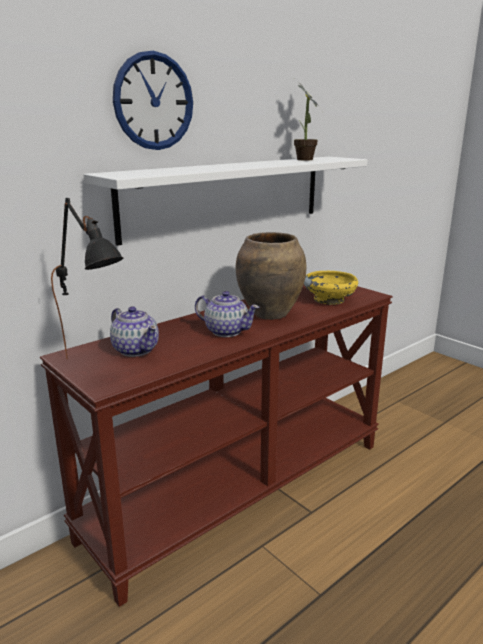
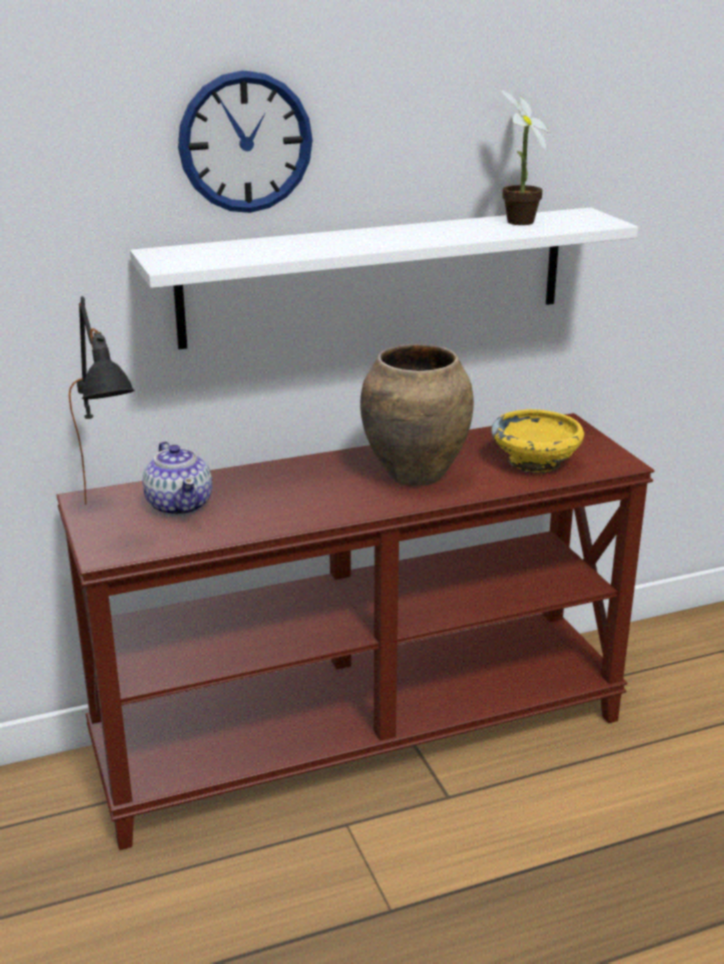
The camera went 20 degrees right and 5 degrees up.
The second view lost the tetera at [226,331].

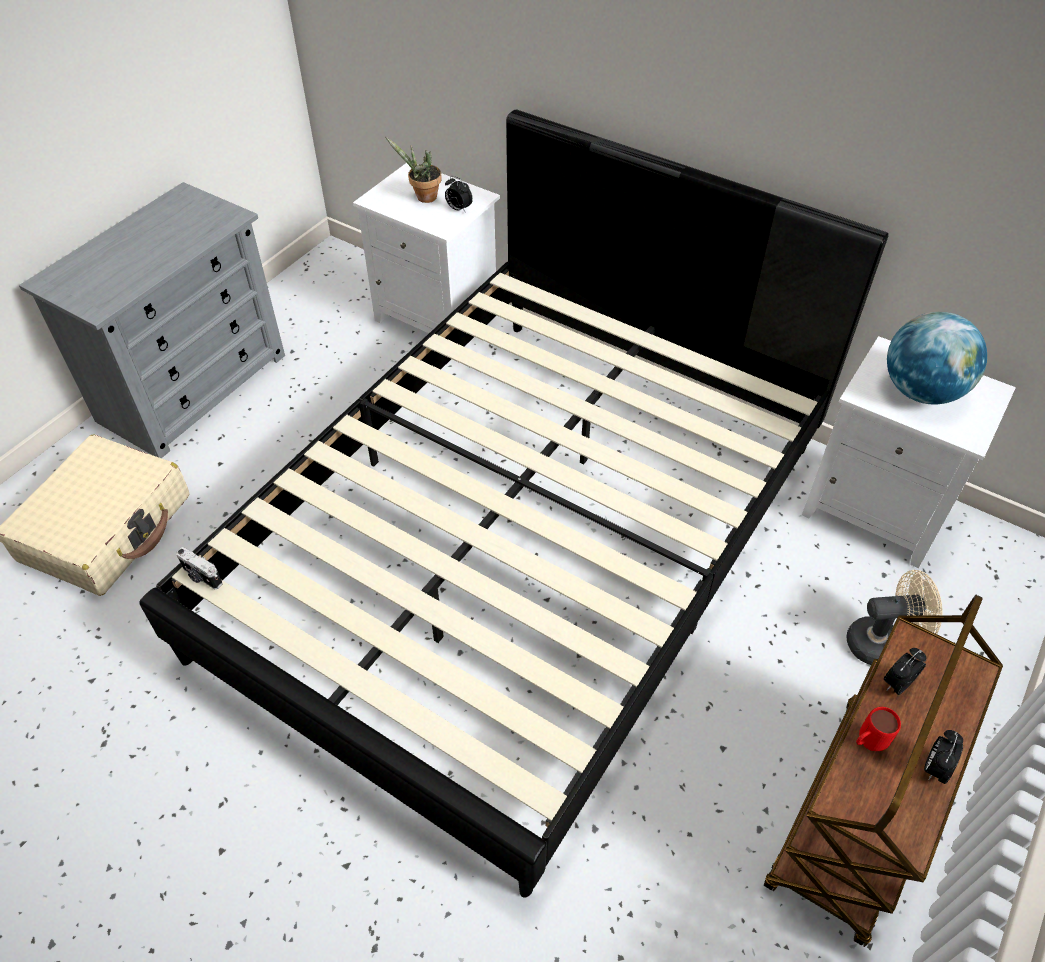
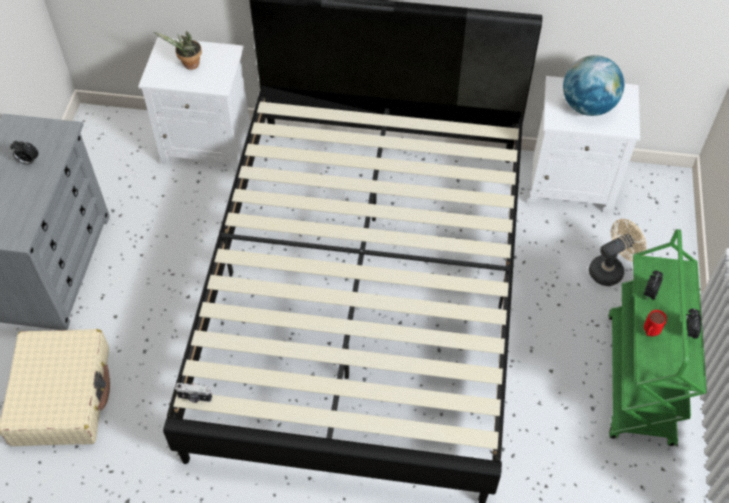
The camera went 25 degrees left and 5 degrees up.
The despertador ended up elsewhere, having gone from [458,209] to [28,161].
What was the carrito (marrón) at [854,818] turned into the carrito (verde) at [639,379].

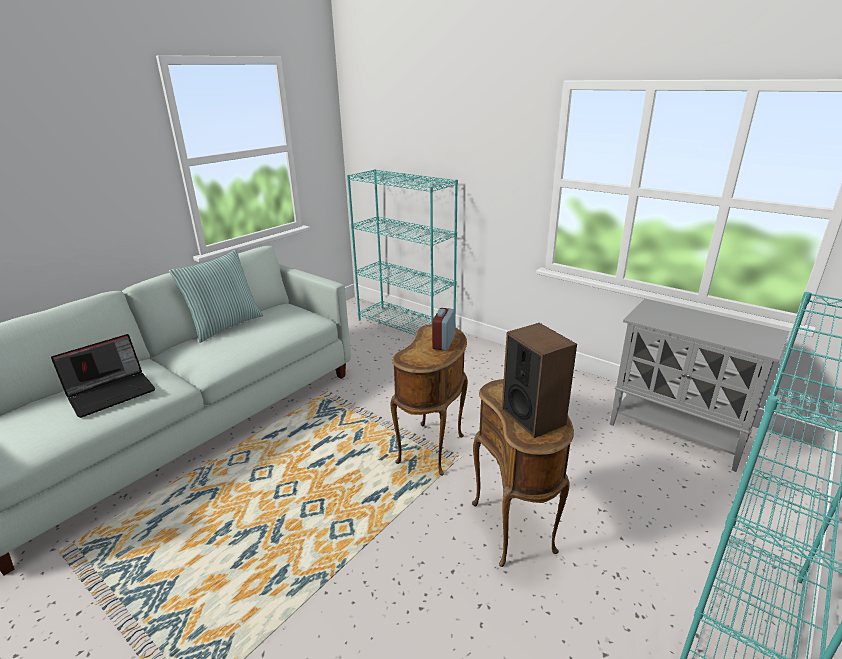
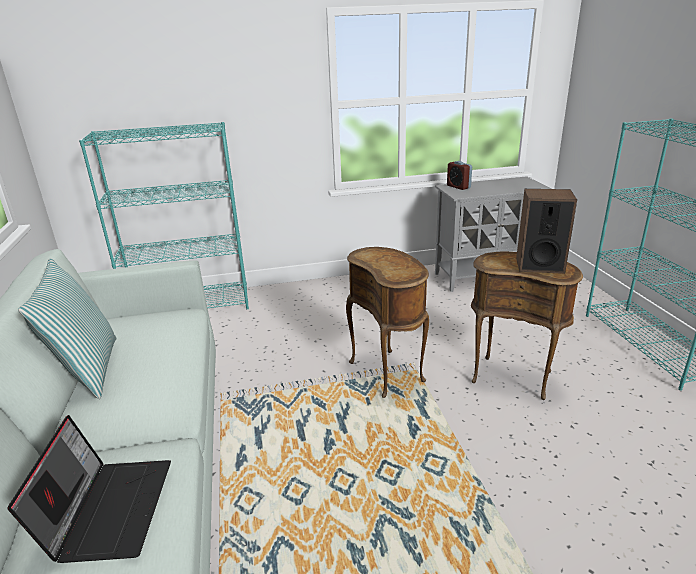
The camera went 50 degrees left and 0 degrees up.
The despertador ended up elsewhere, having gone from [443,343] to [458,187].

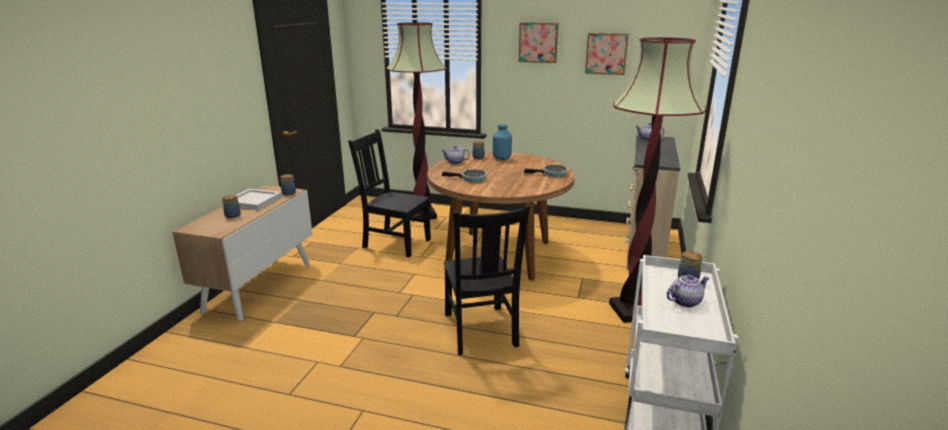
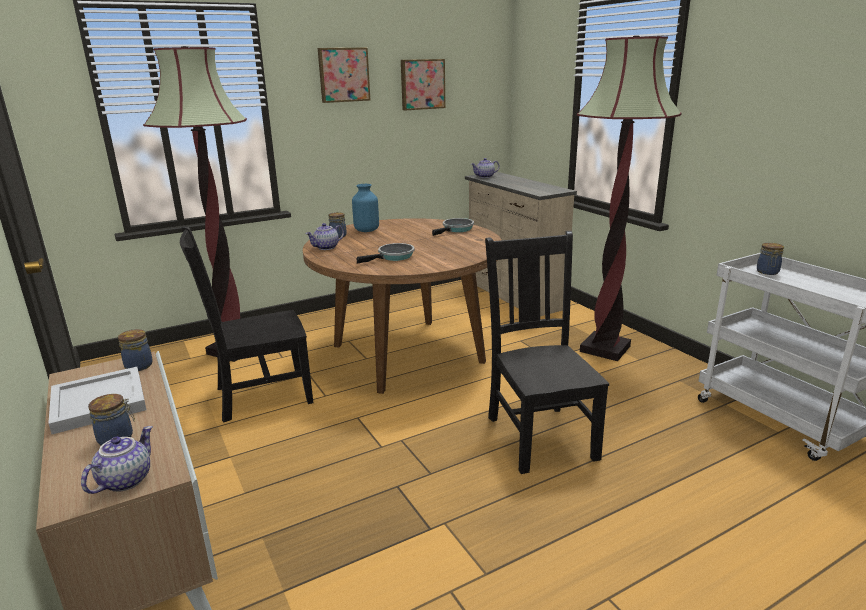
The camera went 45 degrees left and 0 degrees up.
The silla (negro) at [480,331] ended up facing another way, 135 degrees counterclockwise from before.
The tetera ended up elsewhere, having gone from [685,301] to [125,480].

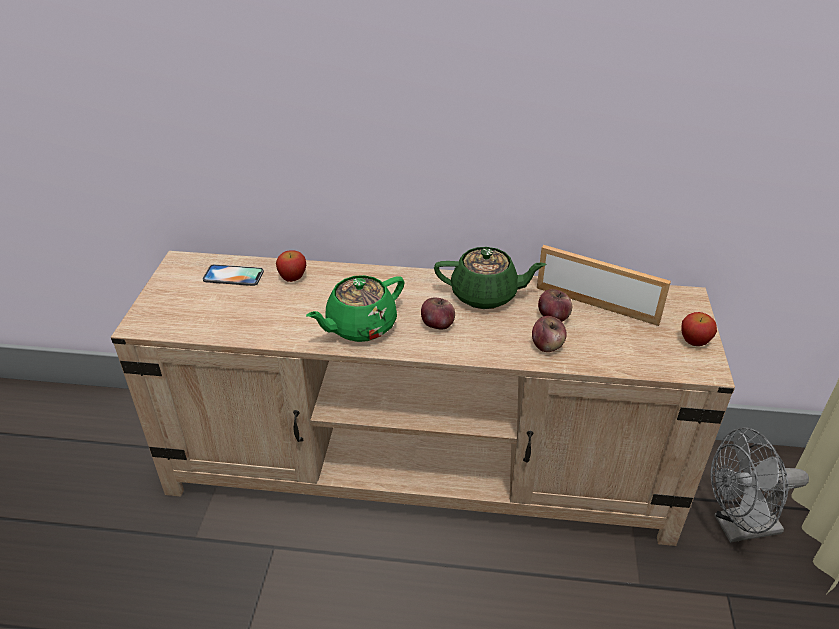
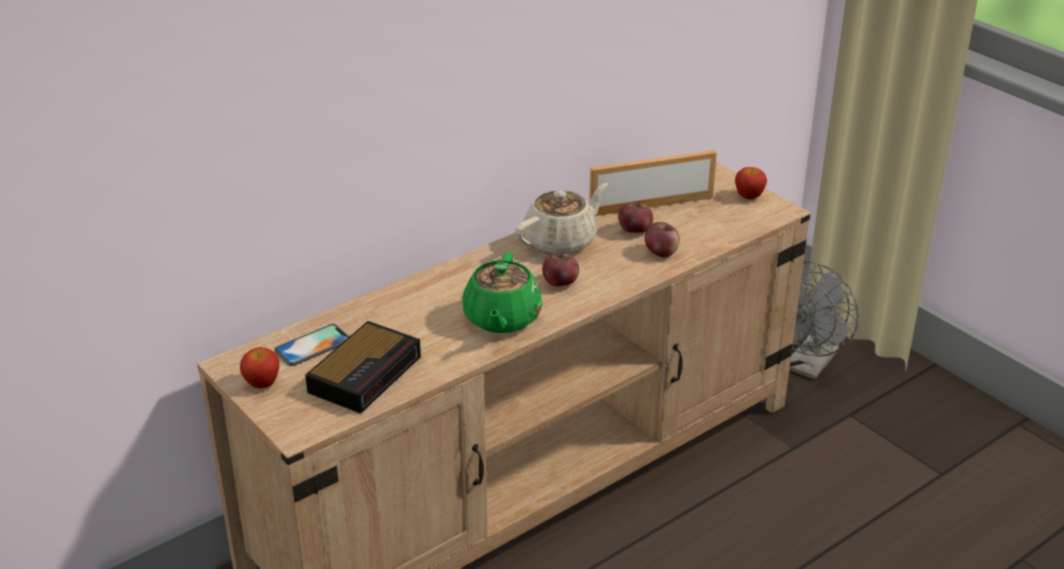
The camera went 45 degrees left and 5 degrees down.
The manzana ended up elsewhere, having gone from [293,277] to [262,382].
What was the tetera (verde) at [486,295] turned into the tetera (beis) at [561,242].
The second view gained the despertador at [366,373].

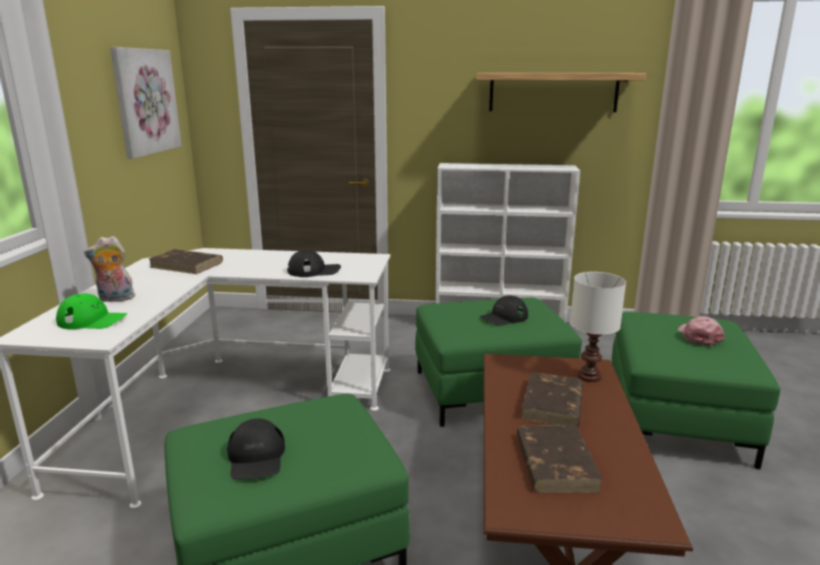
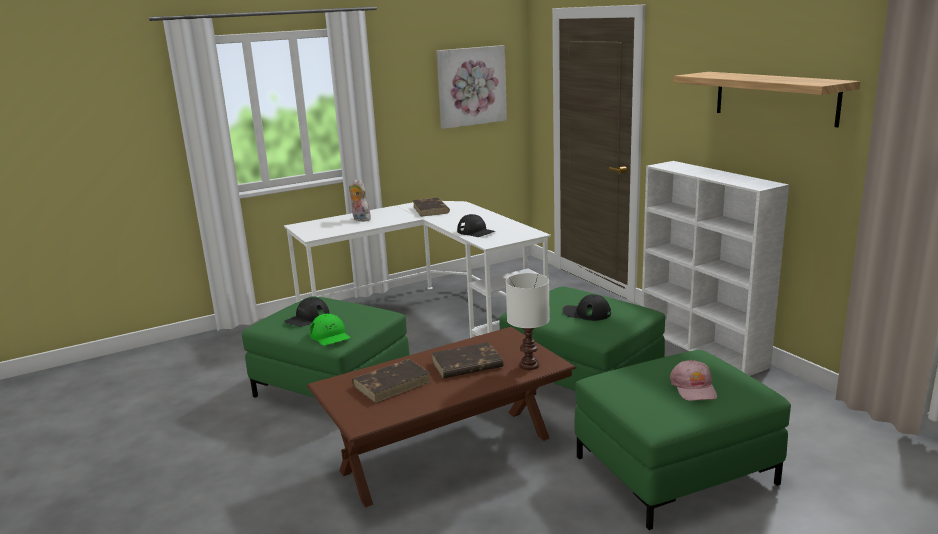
The camera went 55 degrees right and 0 degrees up.
The gorra (verde) ended up elsewhere, having gone from [92,320] to [330,336].
The gorra (rosa) at [699,336] ended up facing another way, 120 degrees clockwise from before.

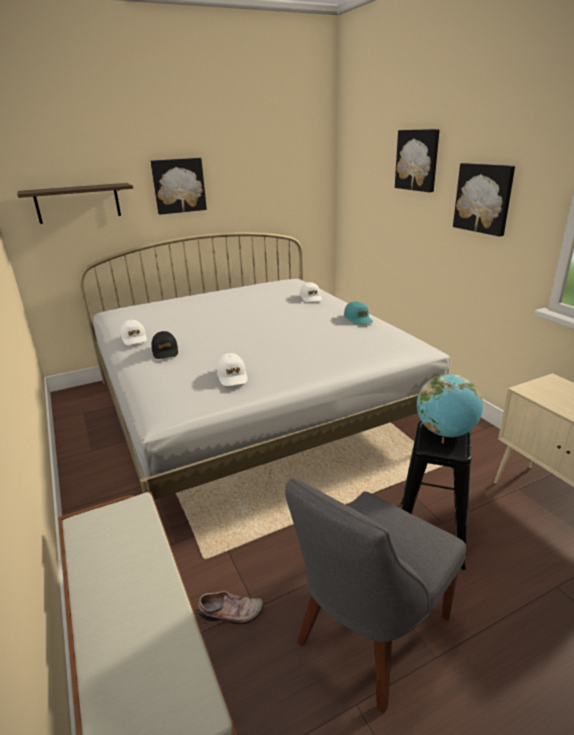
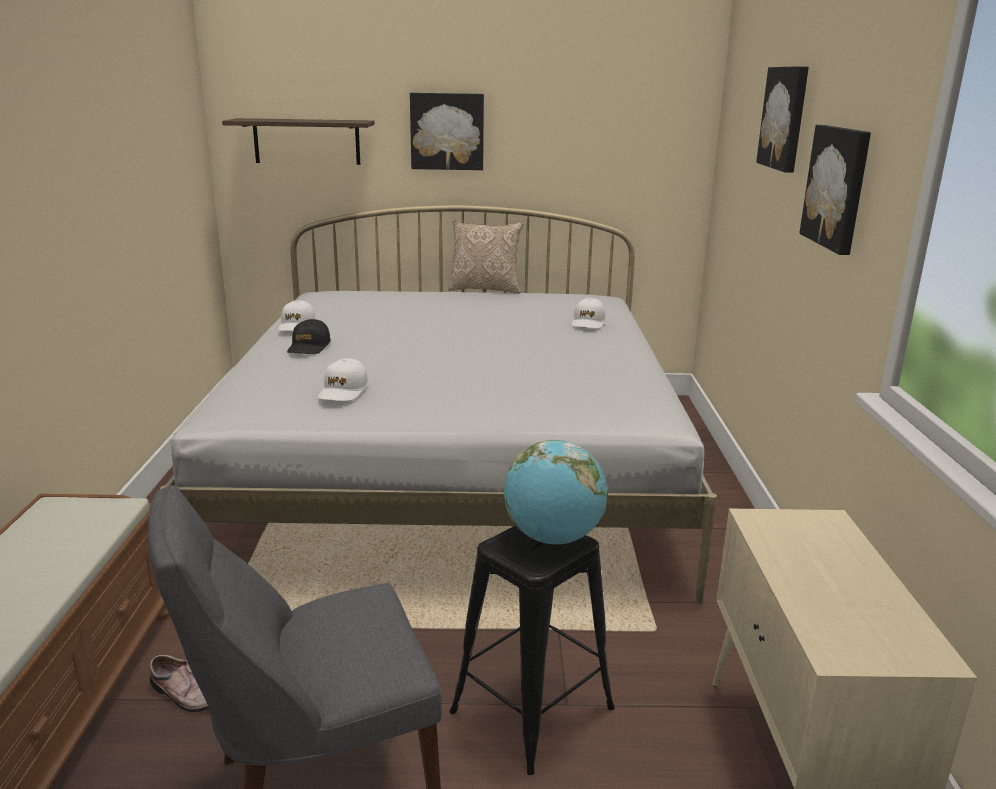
The camera went 25 degrees right and 5 degrees down.
The second view lost the gorra (turquesa) at [358,319].
The second view gained the cojín at [485,289].

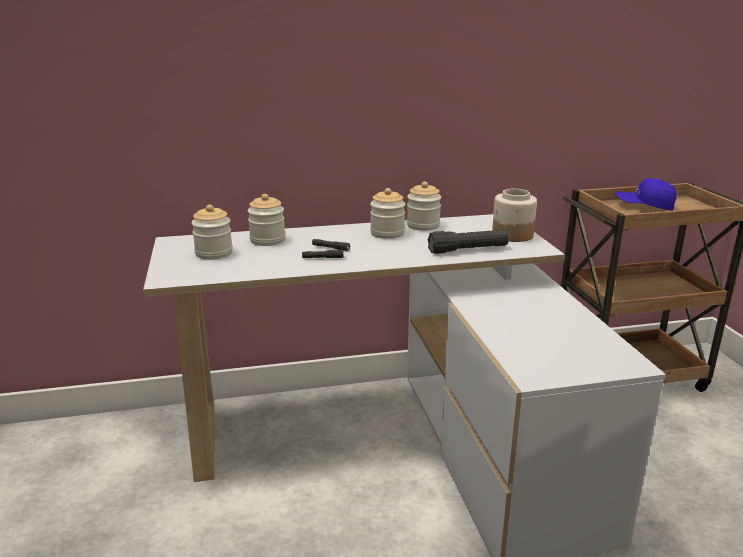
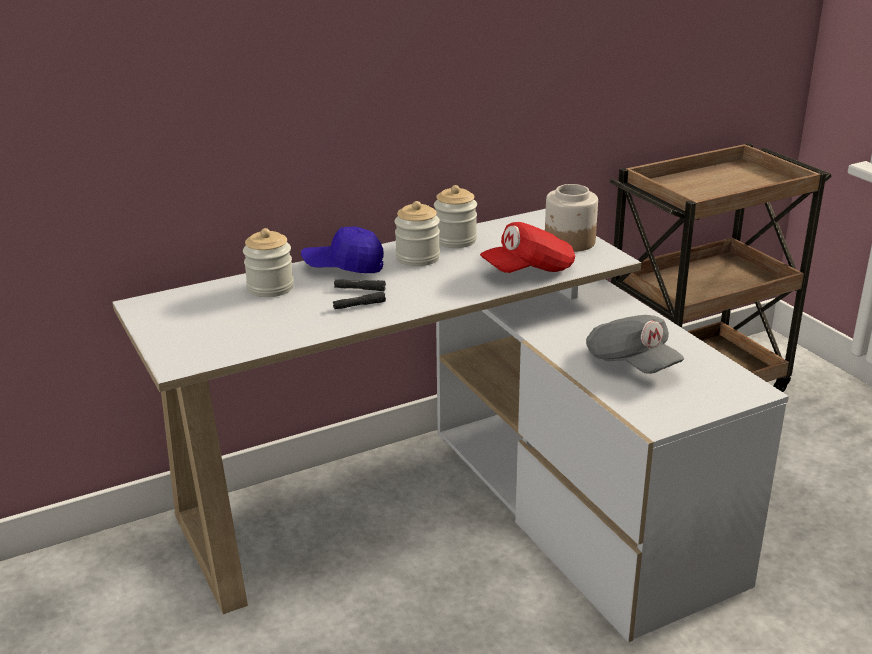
The camera went 15 degrees left and 5 degrees up.
The second view lost the tarro at [214,253].
Where the linterna (negro) stood at [468,250], the gorra (rojo) came to stand at [528,271].
The gorra (azul) ended up elsewhere, having gone from [644,206] to [344,267].
The second view gained the gorra (gris) at [631,364].

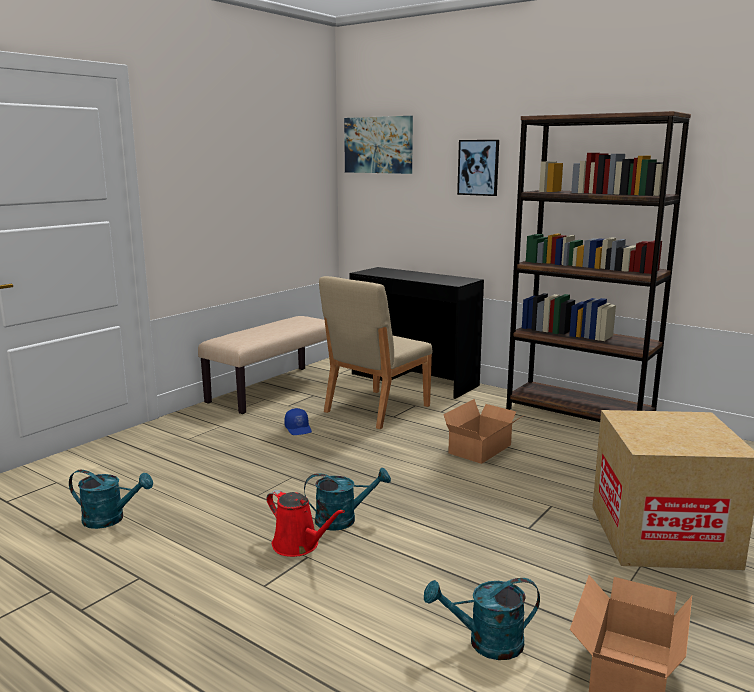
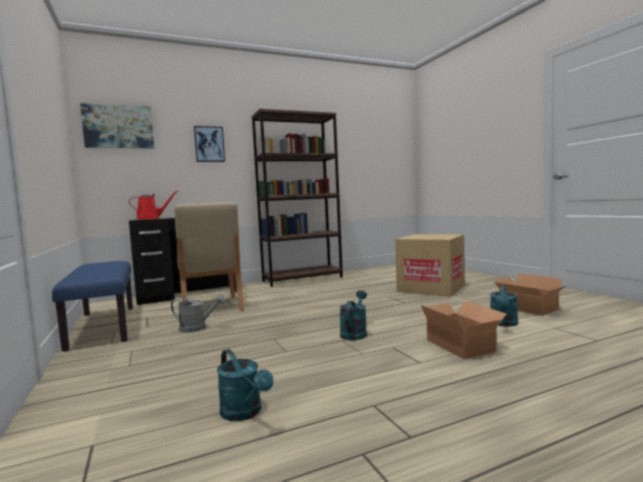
The camera went 60 degrees left and 10 degrees down.
The regadera (turquesa) at [111,519] ended up facing another way, 105 degrees clockwise from before.
What was the banco (beis) at [274,389] turned into the banco (azul) at [102,326].
The regadera (rojo) ended up elsewhere, having gone from [299,545] to [150,218].
Where the gorra (azul) stood at [298,429], the regadera (gris) came to stand at [197,328].
The caja de cartón ended up elsewhere, having gone from [483,449] to [461,345].

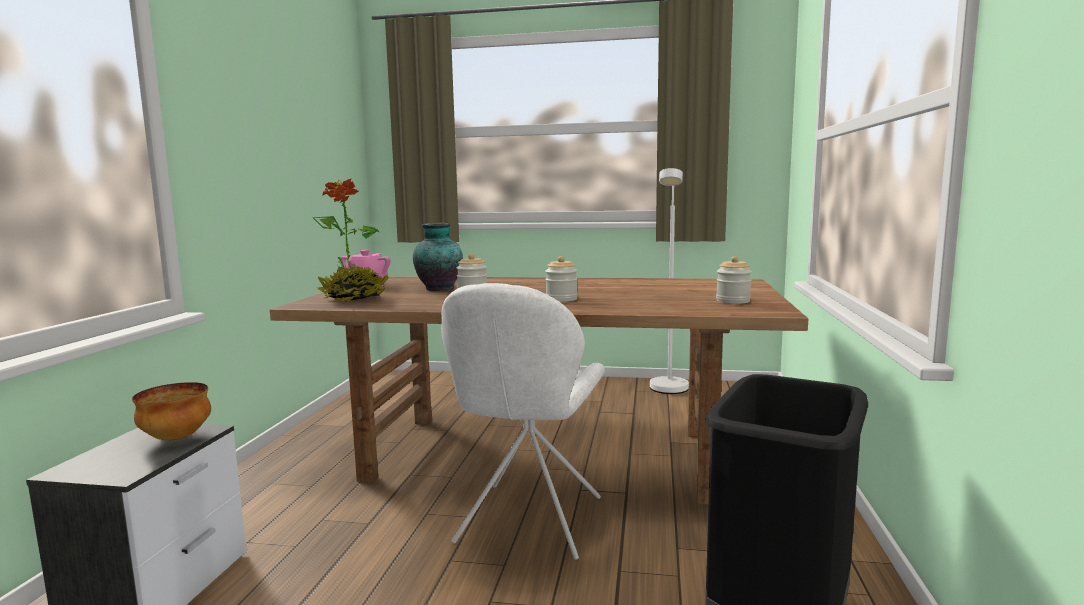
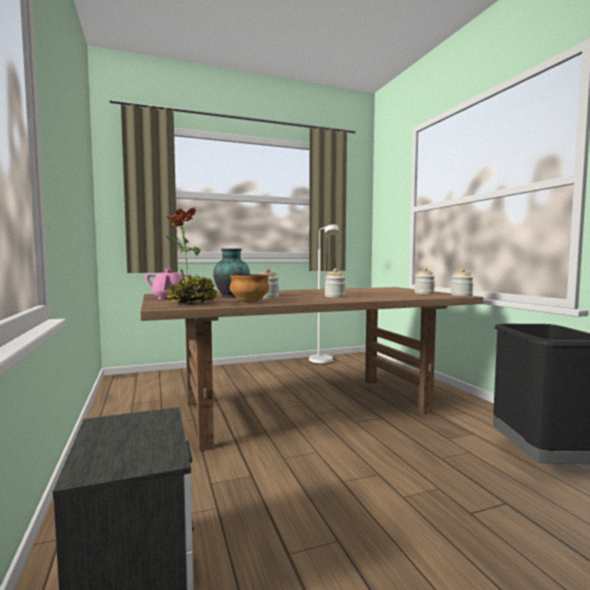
The camera went 30 degrees left and 5 degrees down.
The cuenco ended up elsewhere, having gone from [177,438] to [249,303].
The second view lost the silla (blanco) at [528,523].
The second view gained the tarro at [461,295].

